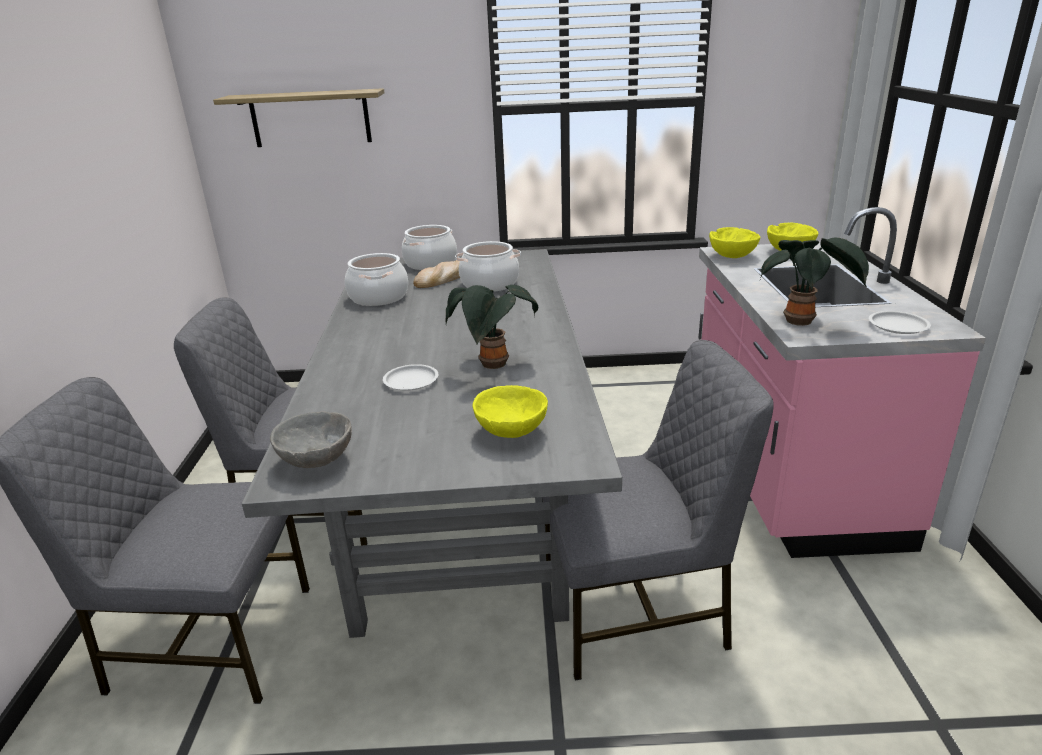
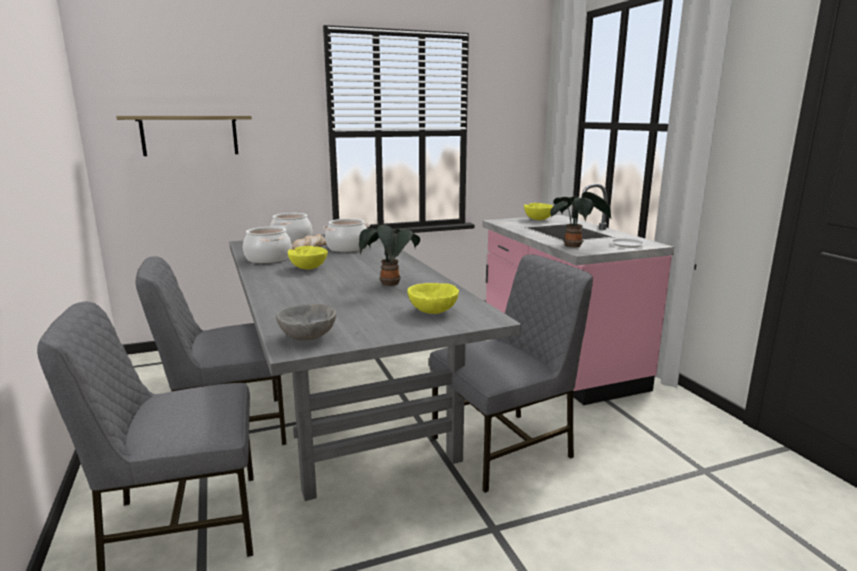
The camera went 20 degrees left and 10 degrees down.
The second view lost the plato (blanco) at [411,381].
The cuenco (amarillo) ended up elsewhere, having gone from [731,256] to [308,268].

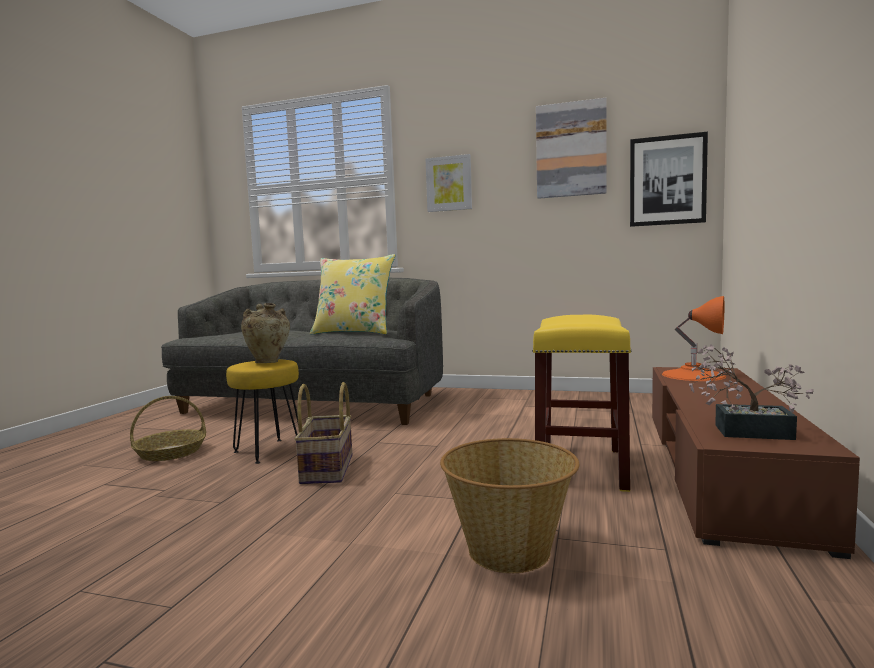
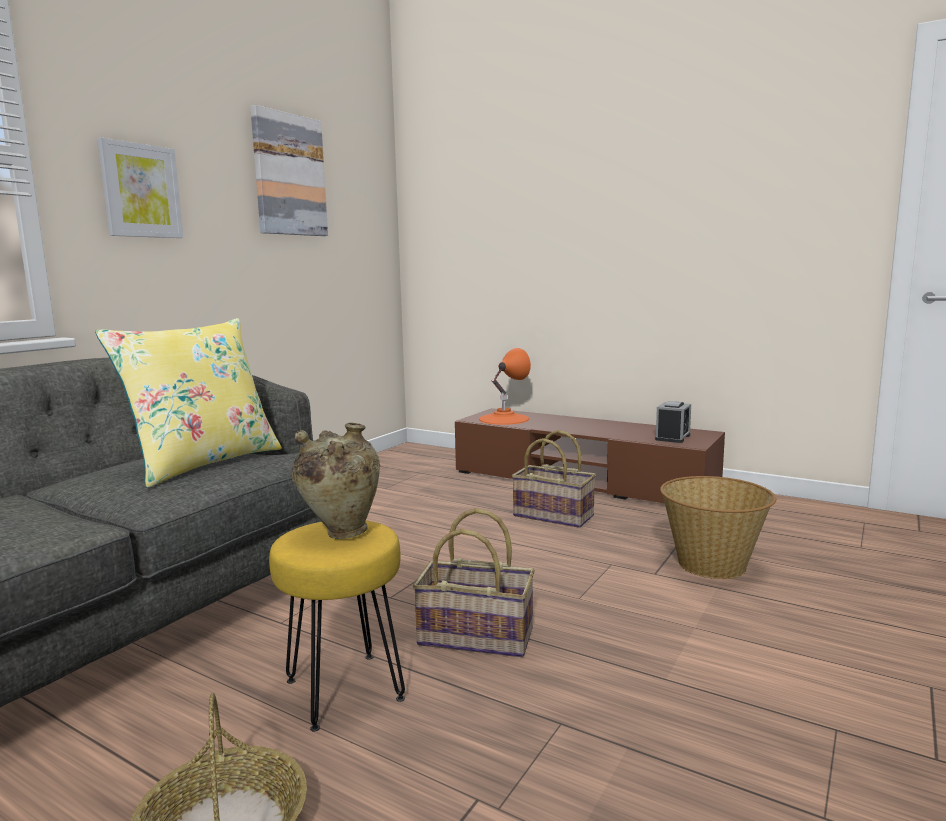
The camera went 75 degrees left and 5 degrees up.
Where the taburete (amarillo) stood at [582,467], the cesta came to stand at [554,515].
The second view lost the cuadro at [667,180].
Where the planta en maceta stood at [743,431], the despertador came to stand at [672,437].

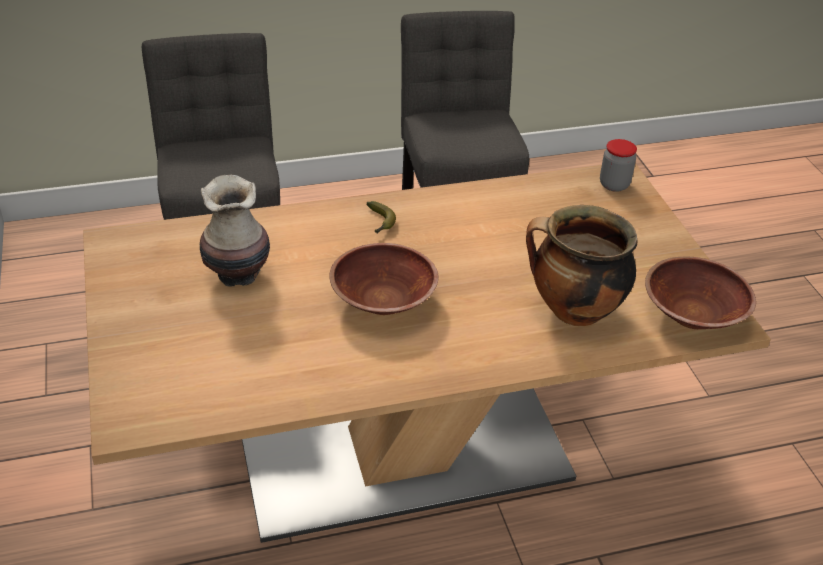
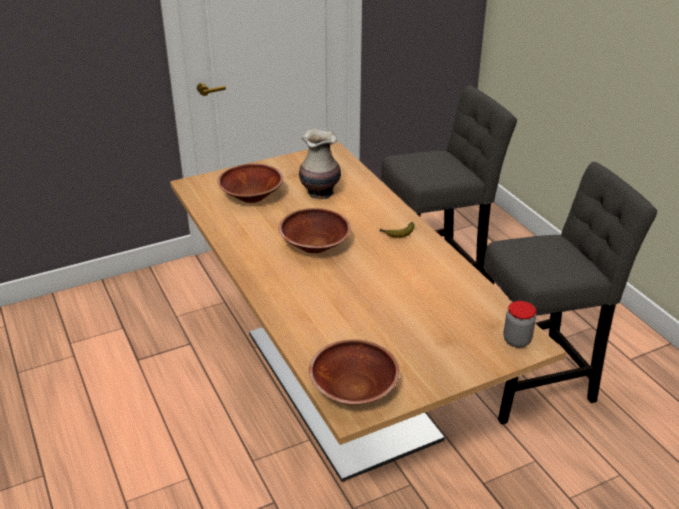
The camera went 80 degrees right and 5 degrees down.
The second view lost the olla at [573,311].
The second view gained the cuenco (marrón) at [252,196].

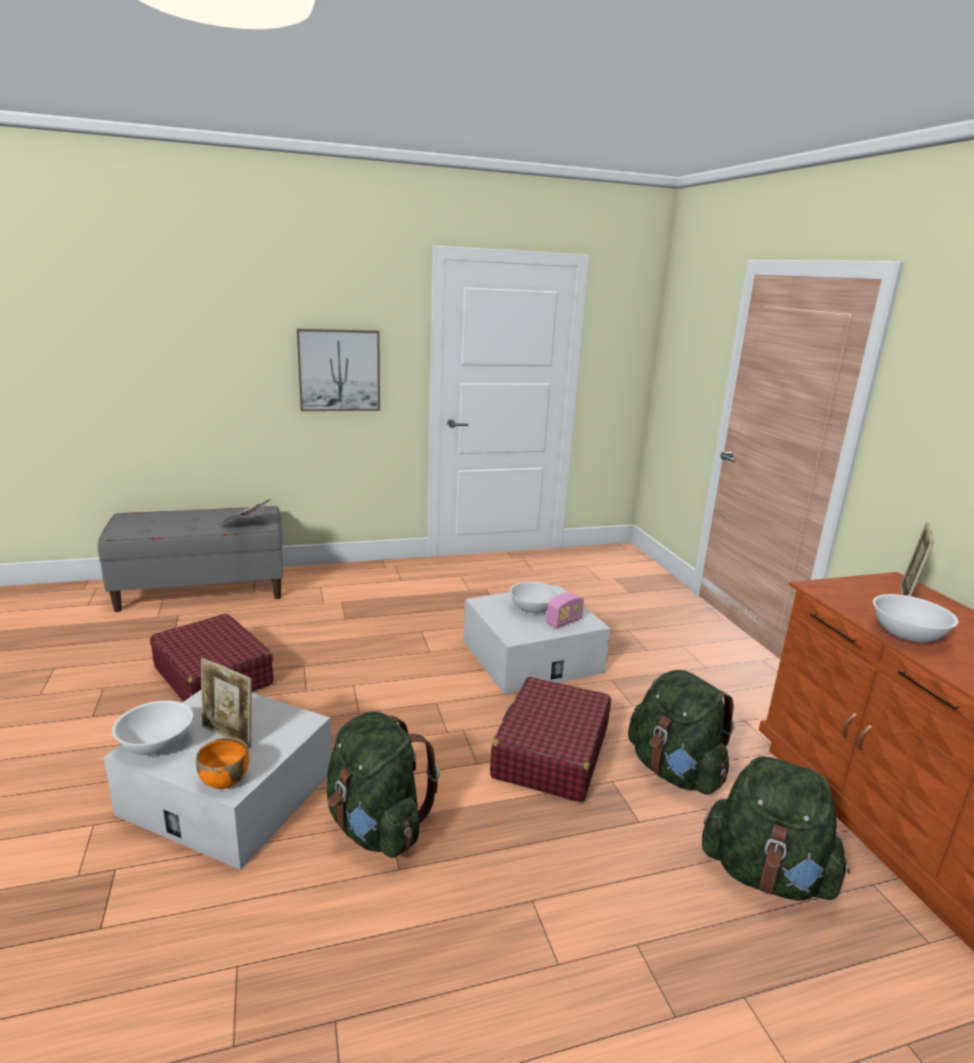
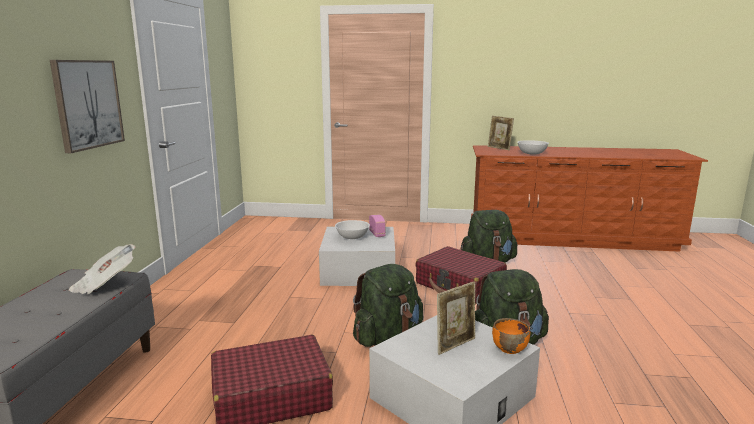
The camera went 65 degrees left and 5 degrees down.
The second view lost the cuenco (blanco) at [156,743].
The mochila (verde) ended up elsewhere, having gone from [765,874] to [387,338].

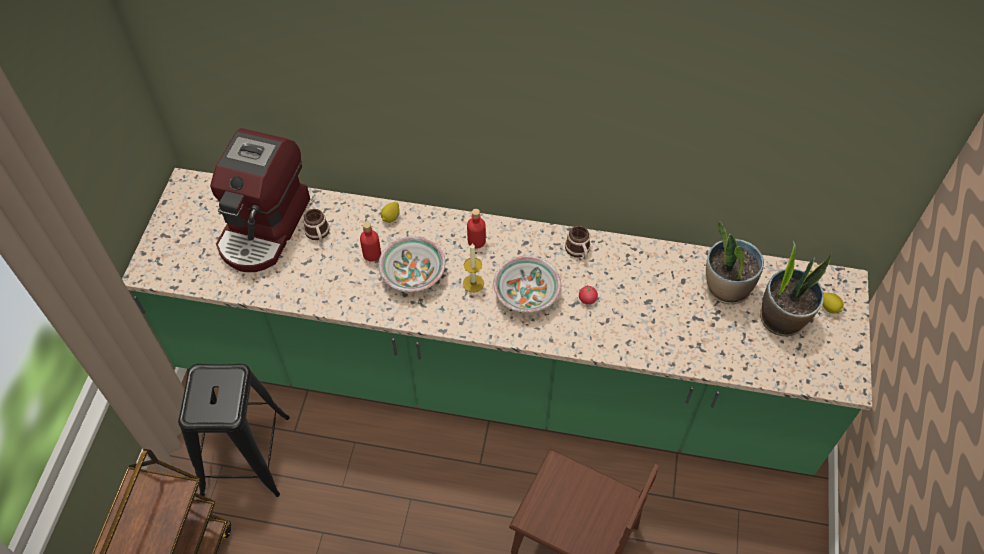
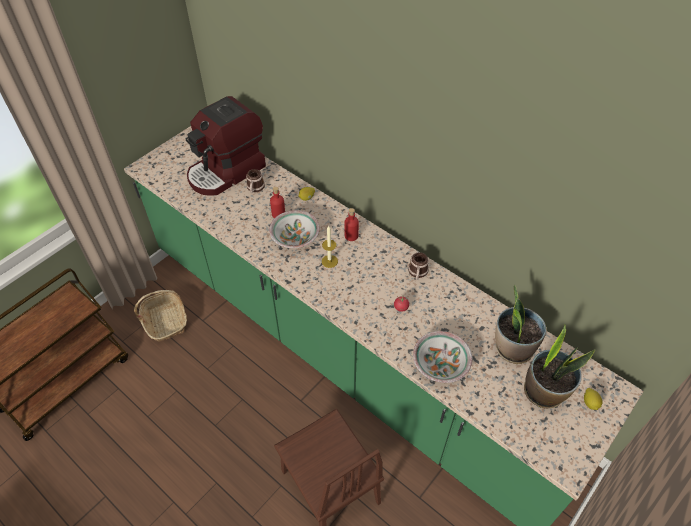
The camera went 30 degrees right and 5 degrees down.
Where the taburete (negro) stood at [245,456], the cesta came to stand at [165,321].
The cuenco ended up elsewhere, having gone from [526,294] to [440,364].

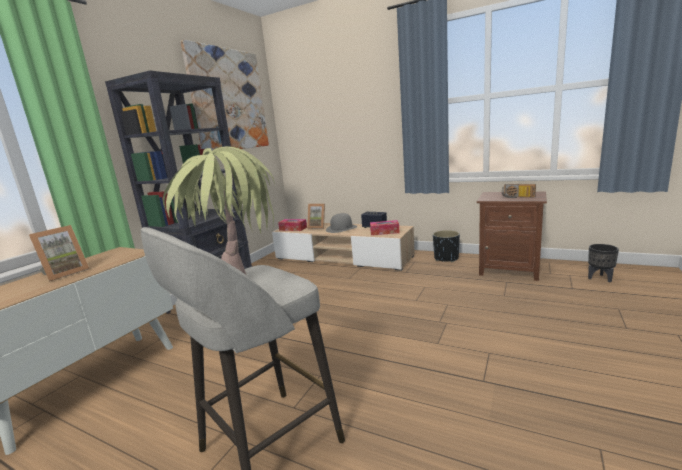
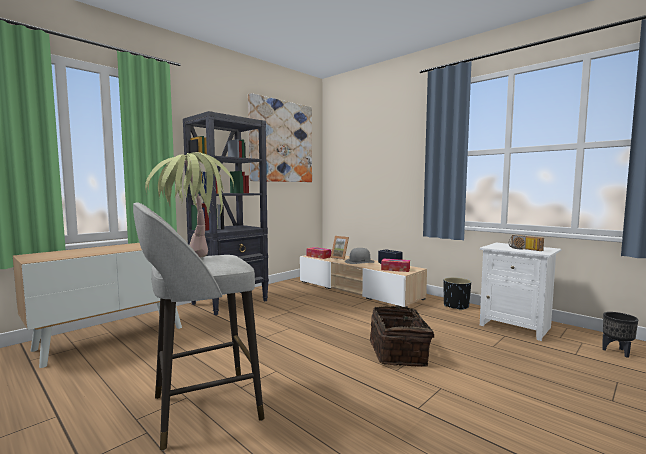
The camera went 15 degrees right and 10 degrees down.
The second view lost the portarretratos at [65,273].
What was the mesita de noche (marrón) at [509,269] turned into the mesita de noche (blanco) at [516,326].
The second view gained the cesta at [399,353].

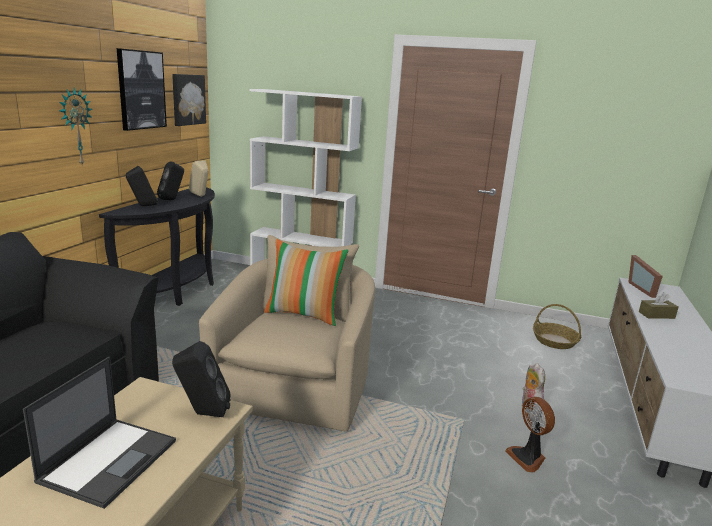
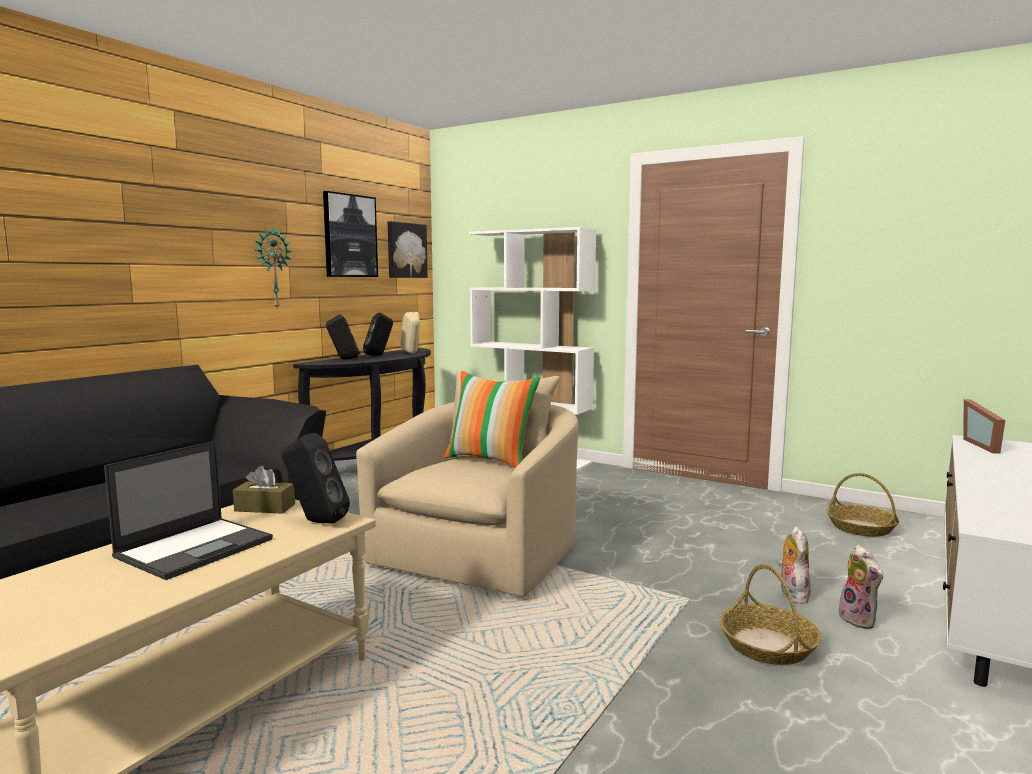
The camera went 15 degrees right and 10 degrees down.
Where the ventilador stood at [528,457], the cesta came to stand at [768,645].
The caja de pañuelos (marrón) ended up elsewhere, having gone from [656,315] to [265,508].
The second view gained the peluche at [860,620].

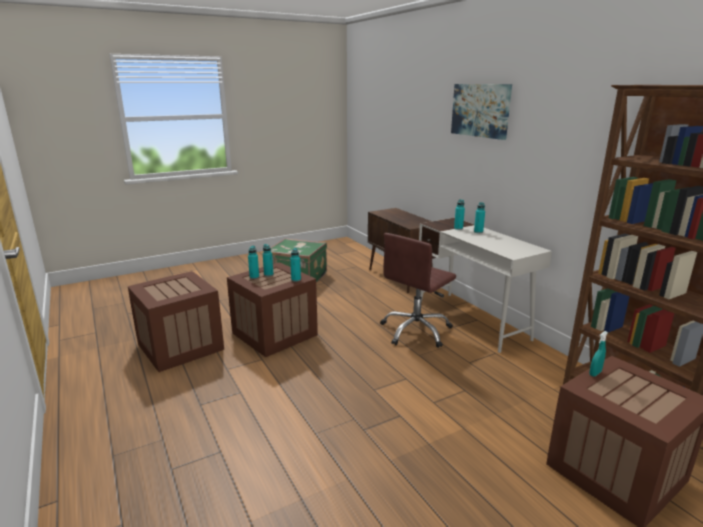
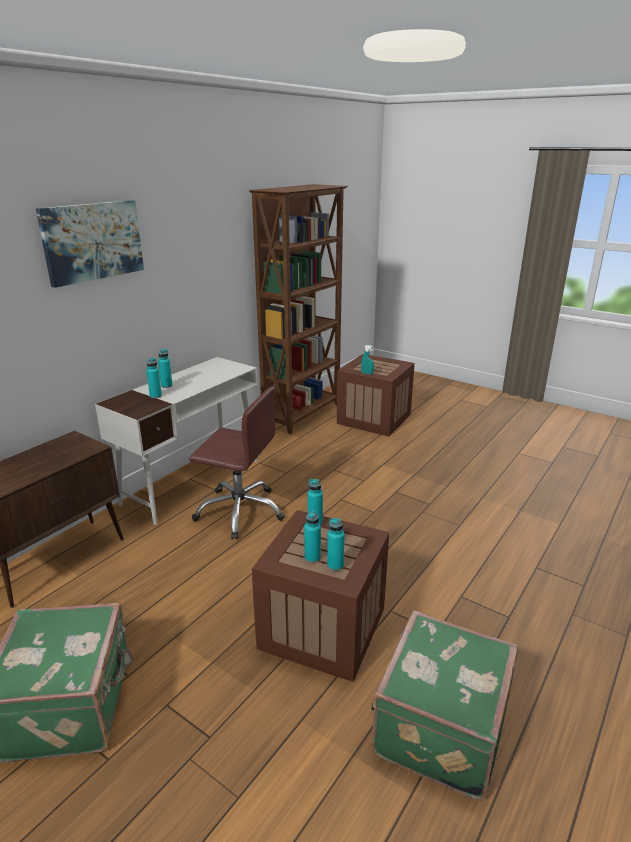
The camera went 115 degrees left and 5 degrees up.
Where the caja de embalaje stood at [180,347], the maleta (verde) came to stand at [437,727].

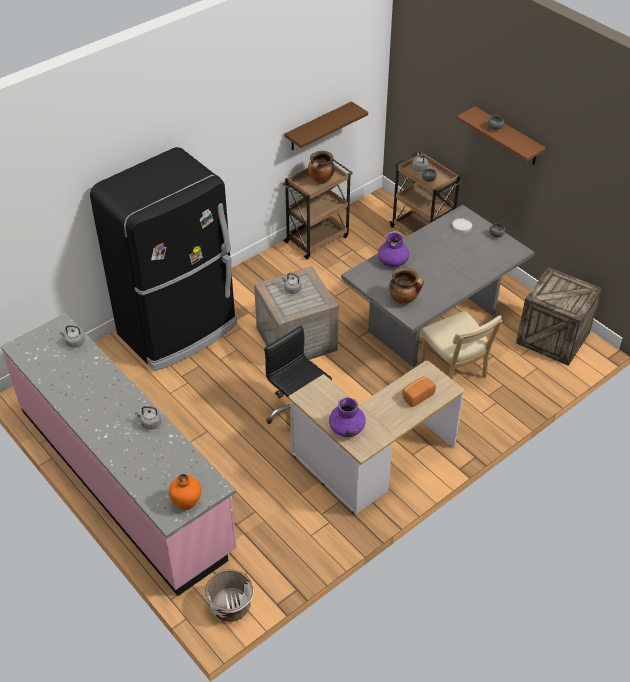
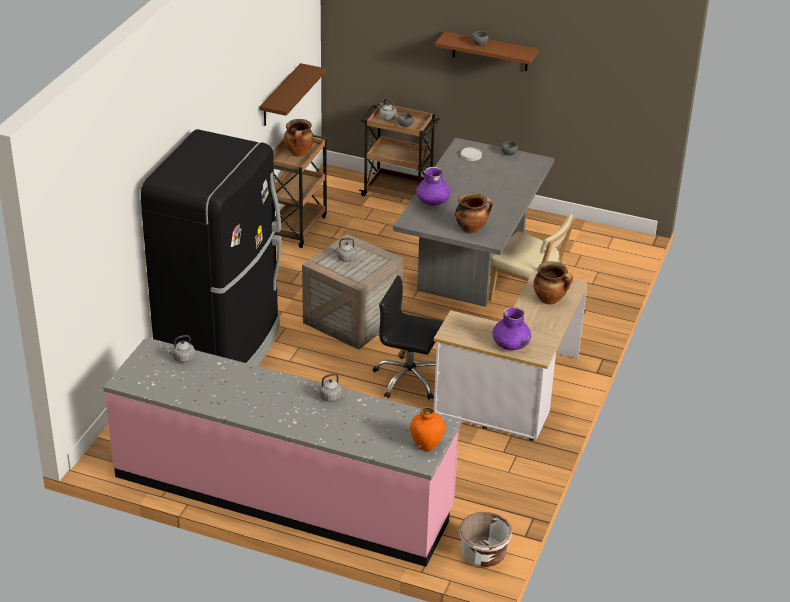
The camera went 30 degrees left and 10 degrees down.
Where the pan stood at [417,396], the olla came to stand at [550,300].
The second view lost the caja de embalaje at [552,338].

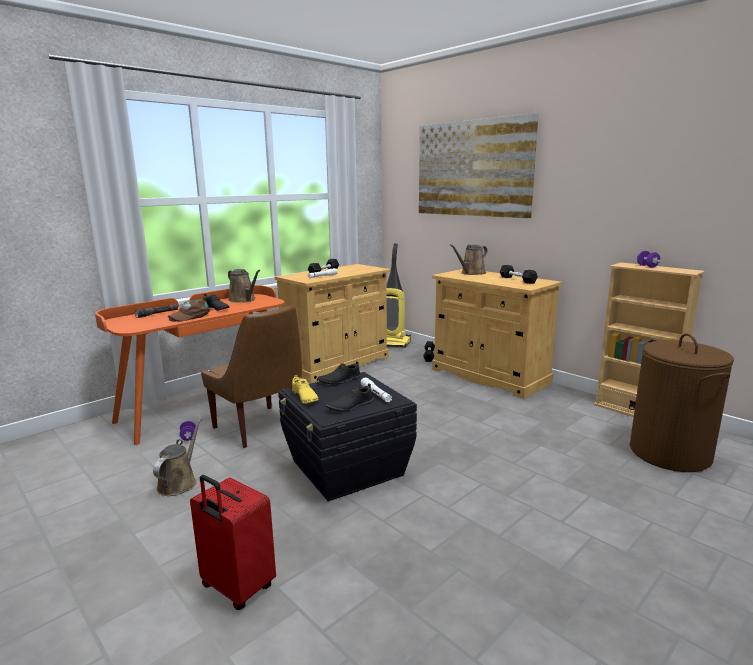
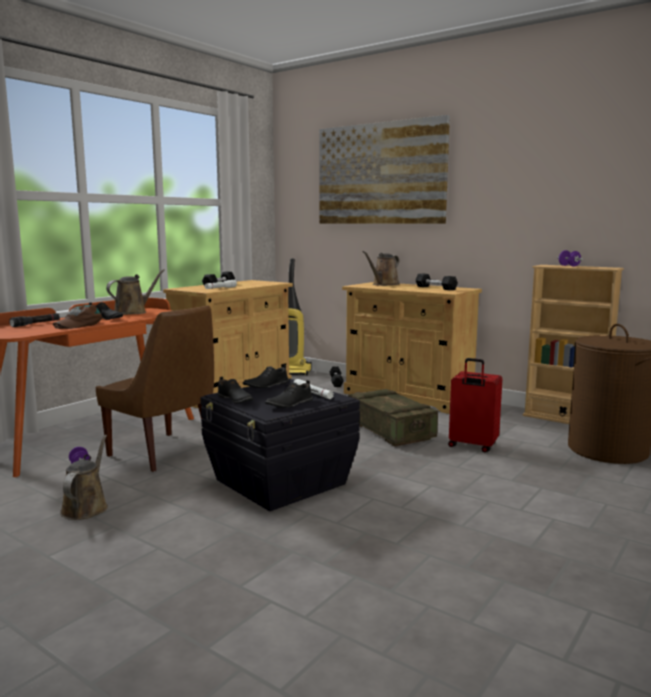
The camera went 10 degrees left and 5 degrees down.
The maleta (rojo) ended up elsewhere, having gone from [236,588] to [472,446].
The regadera (marrón) at [243,300] ended up facing another way, 90 degrees counterclockwise from before.
What was the zapato (amarillo) at [304,397] turned into the zapato (negro) at [234,400].
The second view gained the caja de embalaje at [390,431].

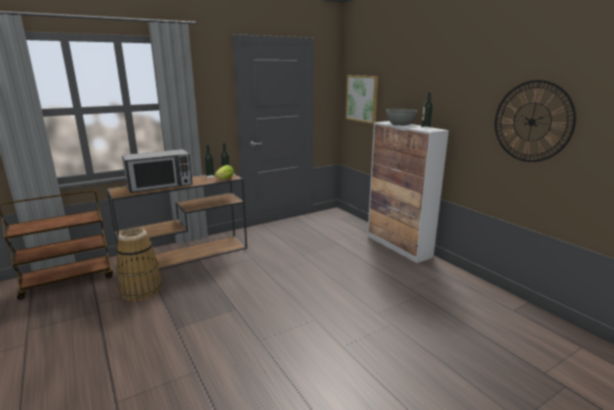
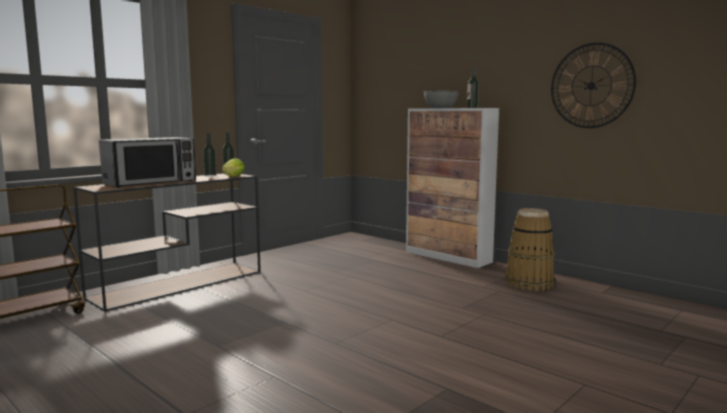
The camera went 15 degrees left and 10 degrees down.
The cesta ended up elsewhere, having gone from [142,290] to [529,283].
The second view lost the cuadro at [362,98].

